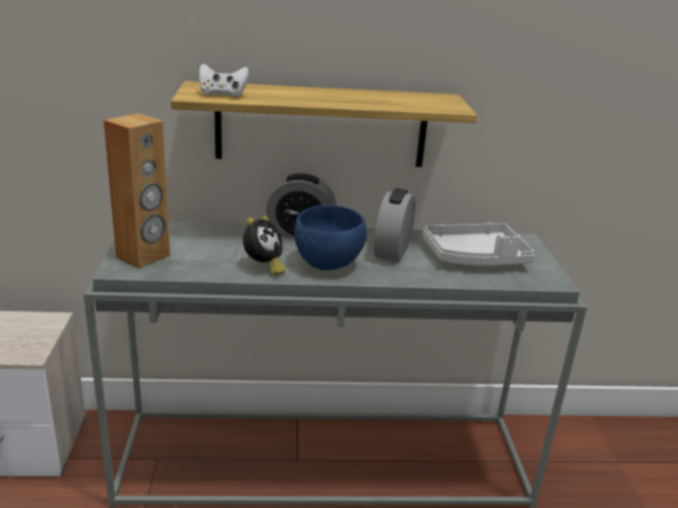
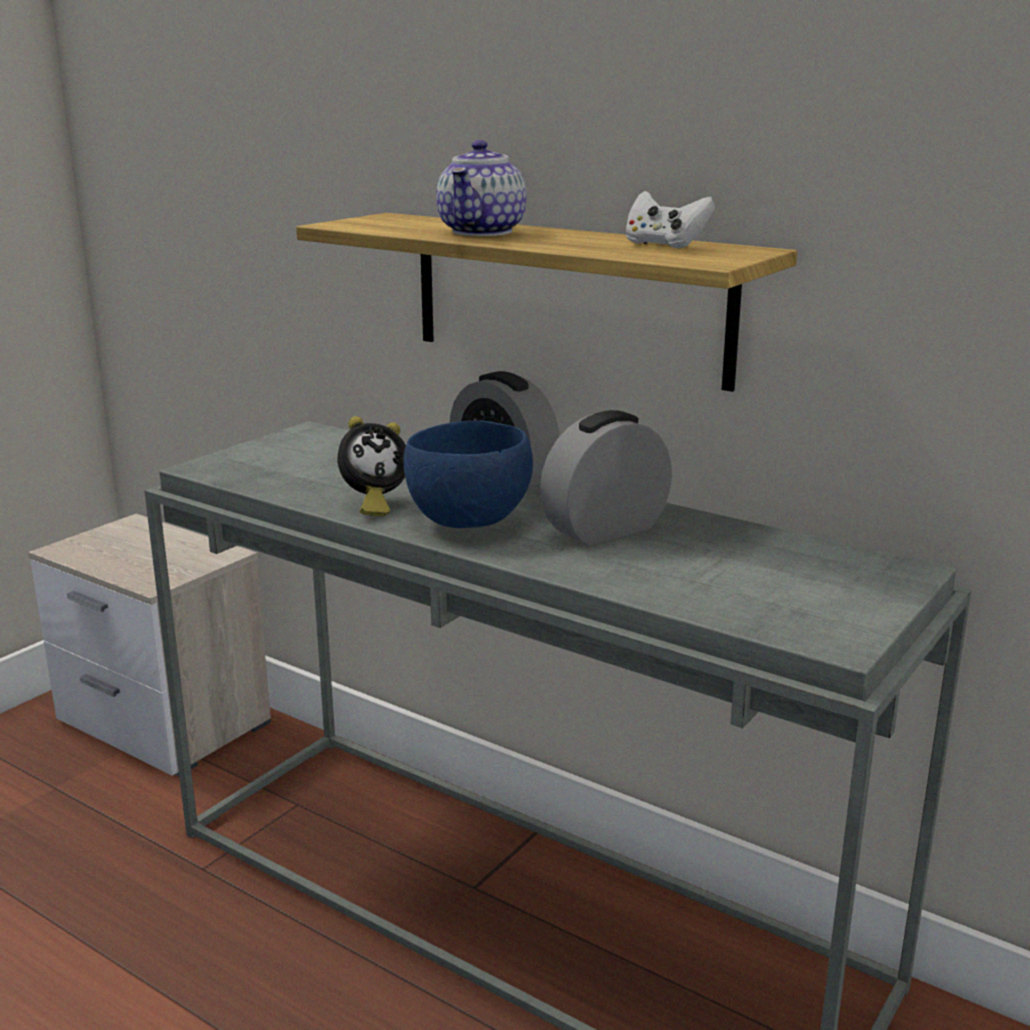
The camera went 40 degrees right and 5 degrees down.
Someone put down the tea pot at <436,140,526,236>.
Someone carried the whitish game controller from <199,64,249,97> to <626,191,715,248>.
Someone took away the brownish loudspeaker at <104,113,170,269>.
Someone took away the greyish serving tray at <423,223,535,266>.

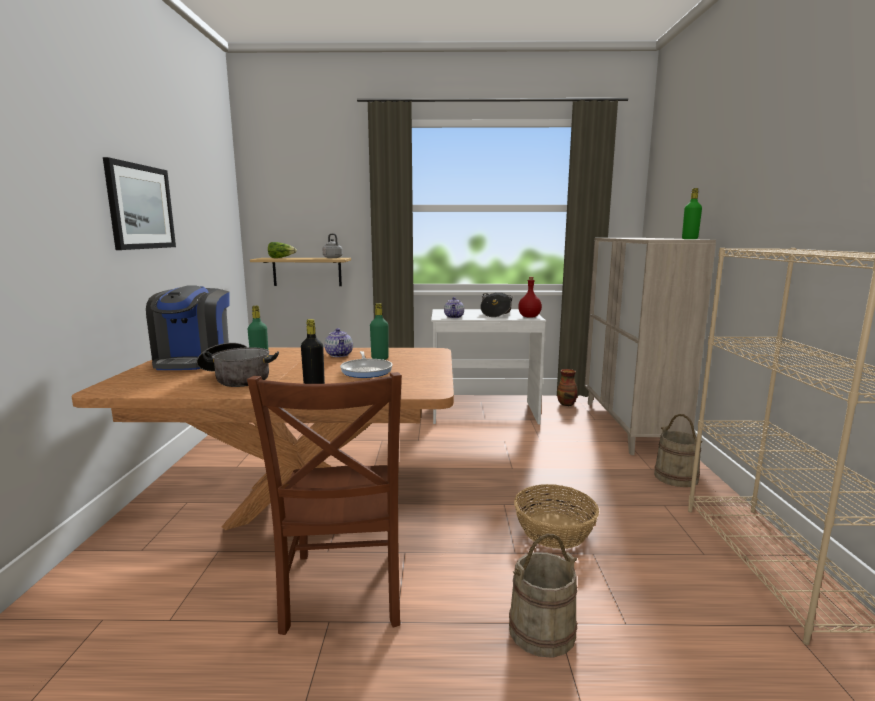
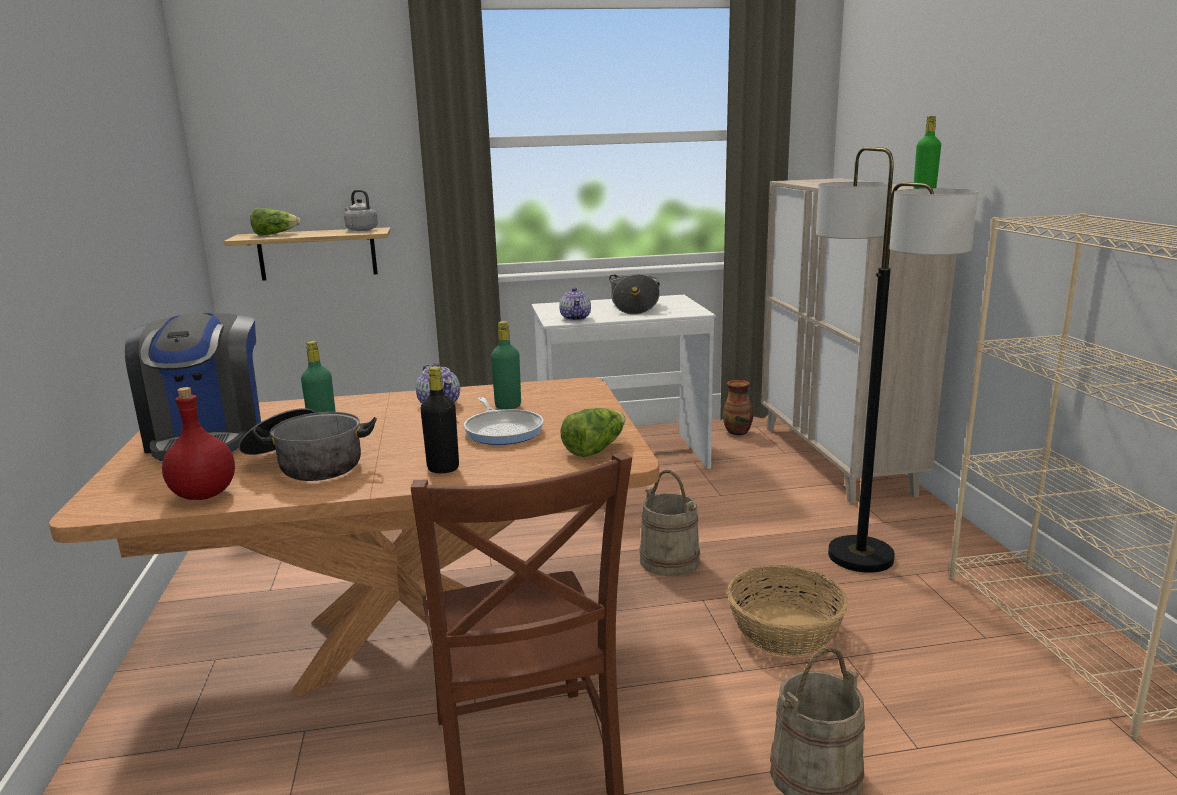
The camera went 10 degrees left and 5 degrees up.
Someone carried the reddish drink bottle from <518,277,542,318> to <162,387,235,500>.
Someone put down the lettuce head at <560,408,625,457>.
Someone carried the beige-coloured bucket from <654,414,702,487> to <639,470,700,576>.
Someone put down the standing lamp at <816,147,978,573>.
Someone took away the wall art at <103,157,176,250>.

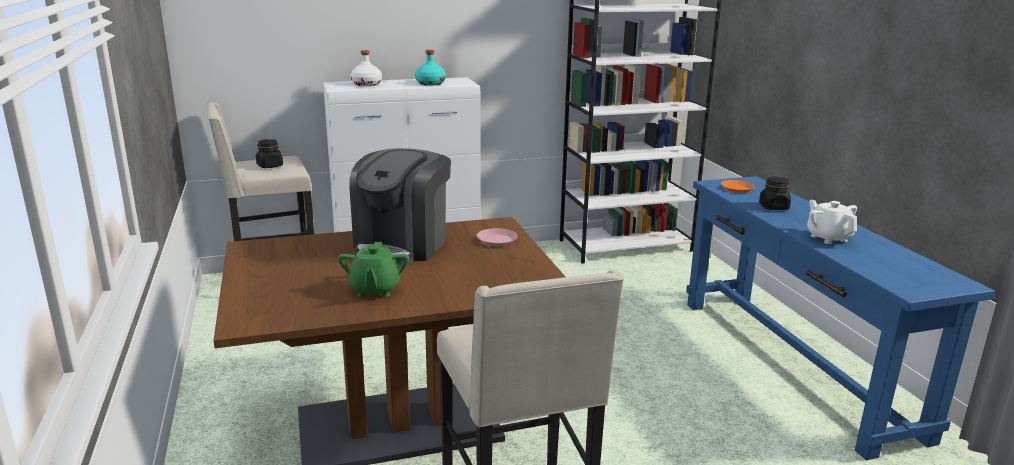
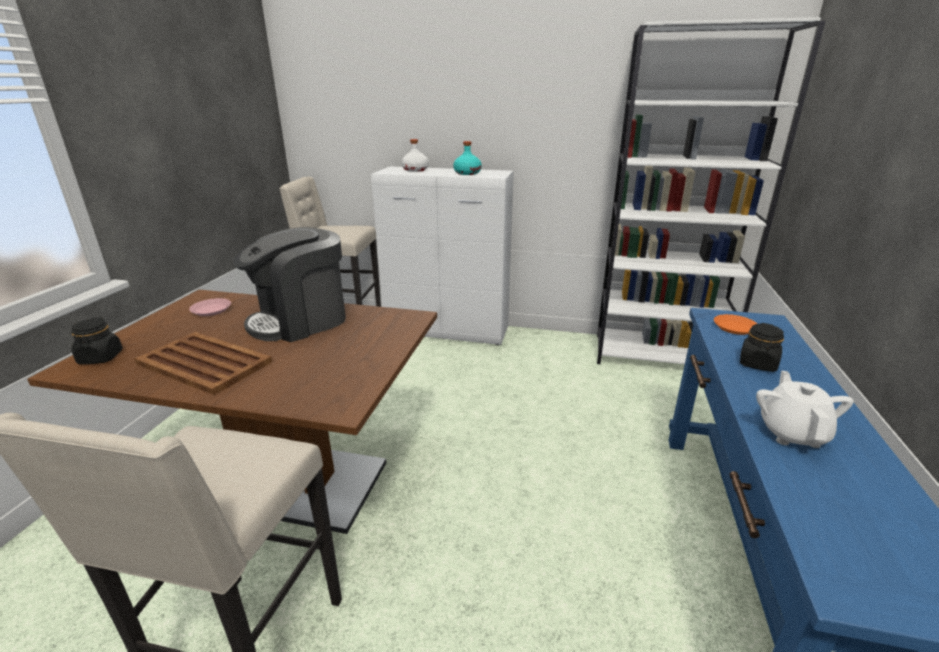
The camera went 30 degrees right and 5 degrees up.
Someone carried the black jar from <256,139,283,168> to <72,317,123,364>.
Someone swapped the greenish tea pot at <338,242,409,297> for the brownish serving tray at <134,332,272,395>.
Someone carried the pinkish plate from <477,228,517,246> to <189,298,231,316>.

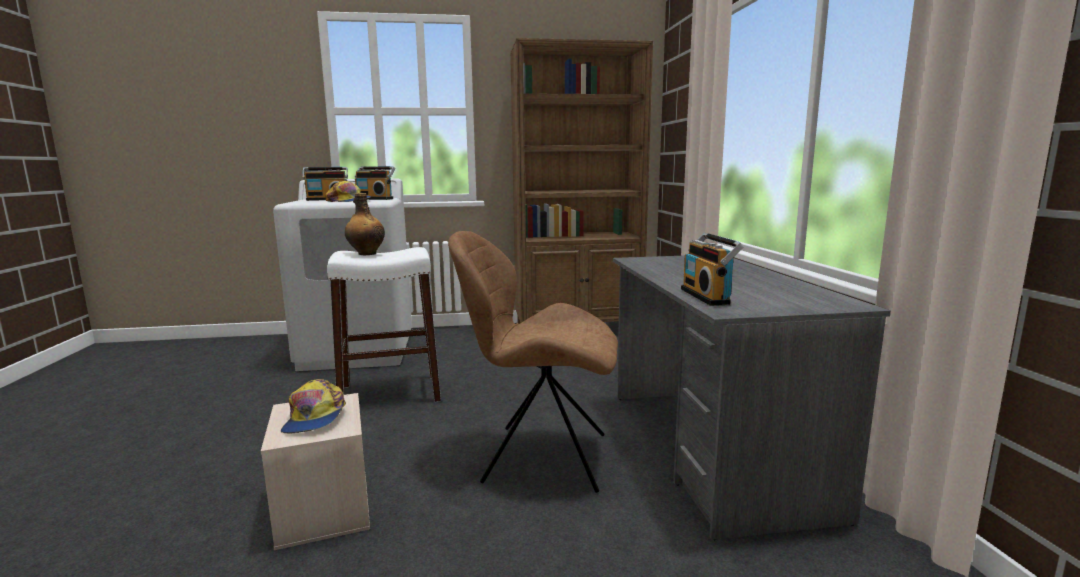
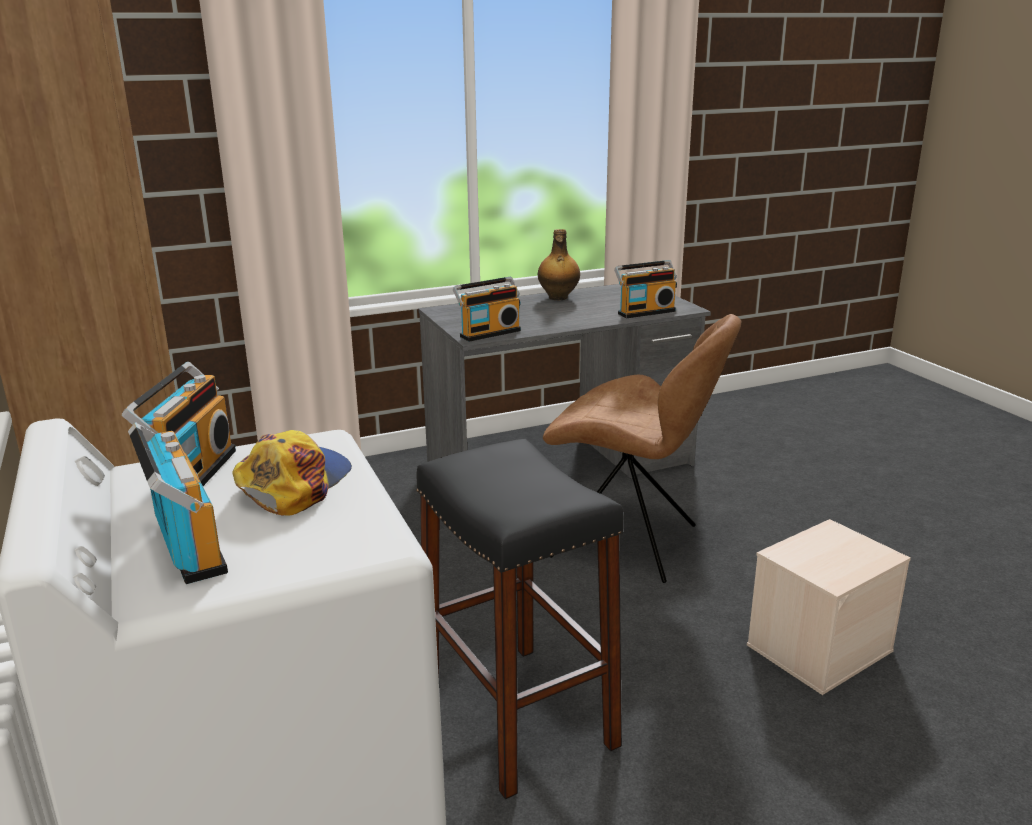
The camera went 105 degrees left and 10 degrees up.
Someone repainted the whitish stool at <327,247,441,402>, which became the black stool at <416,439,624,799>.
Someone put down the radio at <453,277,521,342>.
Someone carried the drink bottle from <345,193,385,255> to <538,229,580,300>.
Someone rotated the brownish chair at <448,231,618,493> by 60 degrees counterclockwise.
Someone took away the peaked cap at <281,379,346,434>.

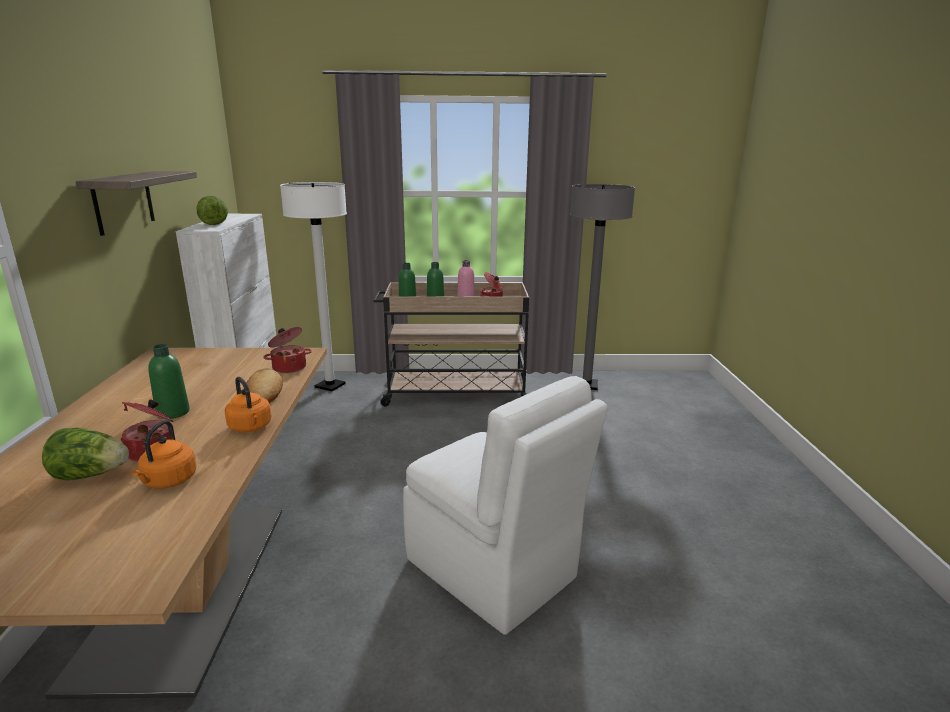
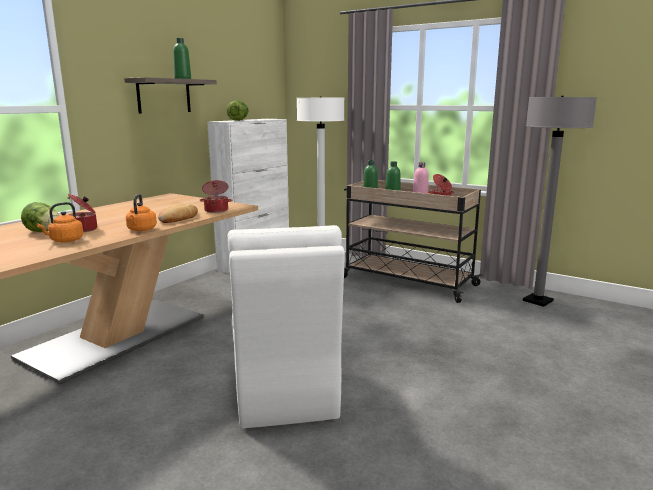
The camera went 35 degrees right and 5 degrees down.
Someone carried the greenish drink bottle from <148,344,190,419> to <173,38,191,79>.

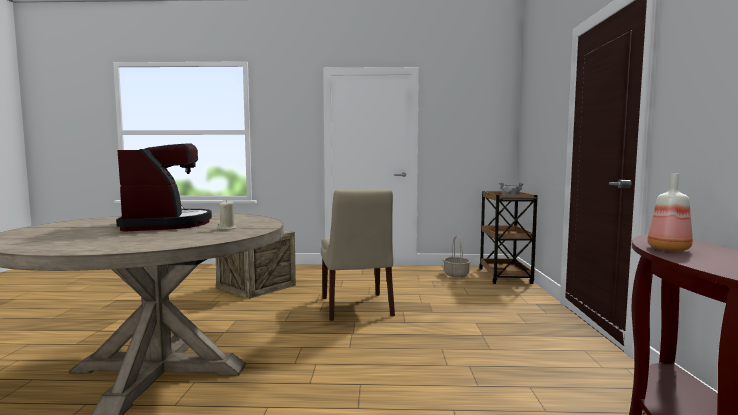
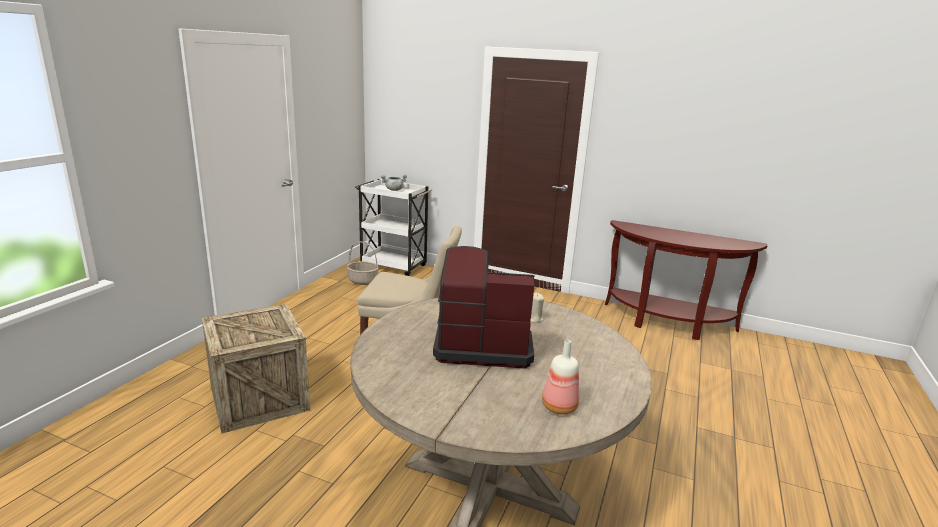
The camera went 70 degrees left and 15 degrees up.
Someone repainted the brownish wheeled cart at <479,191,538,284>, which became the whitish wheeled cart at <355,179,432,276>.
Someone carried the drink bottle from <647,174,693,251> to <542,340,579,414>.

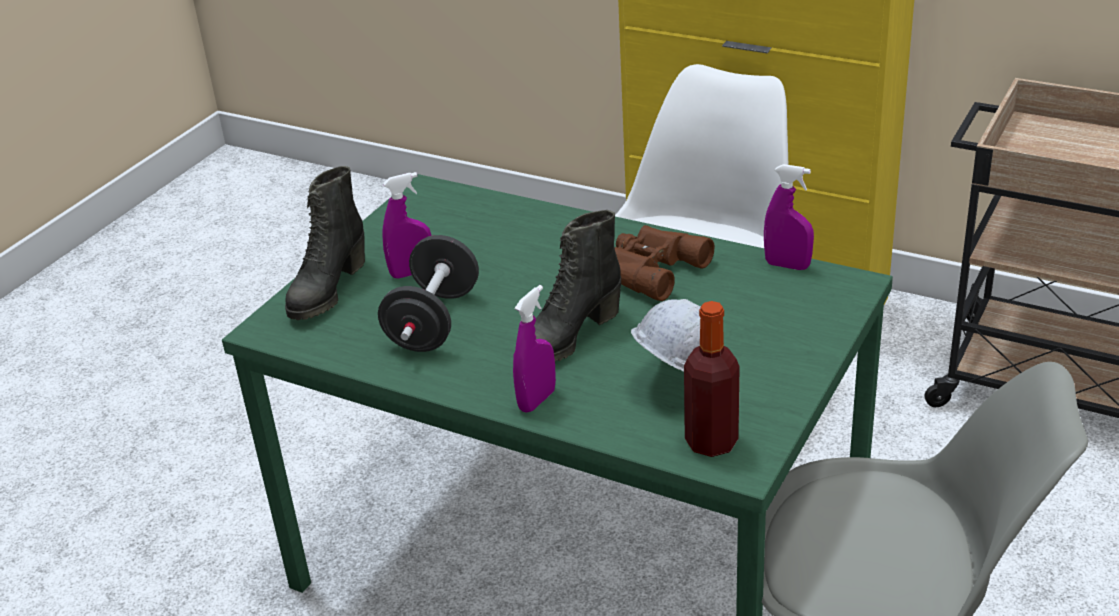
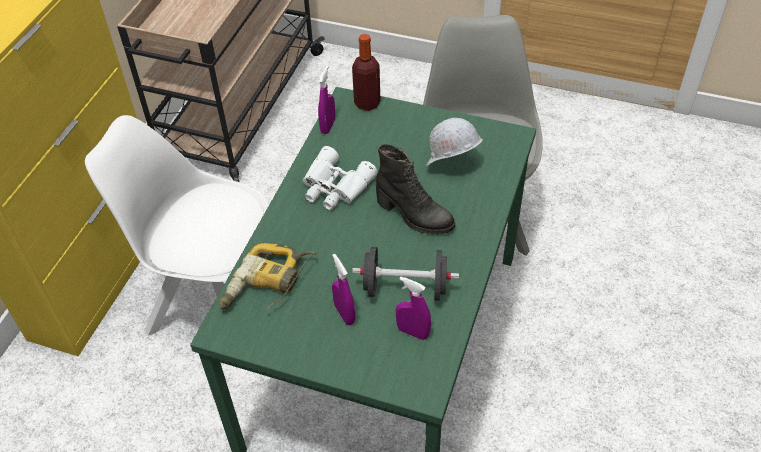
The camera went 100 degrees left and 15 degrees up.
Someone put down the electric drill at <218,243,316,311>.
Someone repainted the brownish pair of binoculars at <614,225,715,301>, which became the whitish pair of binoculars at <303,146,378,210>.
Someone carried the drink bottle from <684,301,740,457> to <352,34,381,111>.
Someone carried the purple sprayer from <513,285,556,413> to <396,277,431,340>.
Someone took away the black tall boot at <285,166,365,320>.

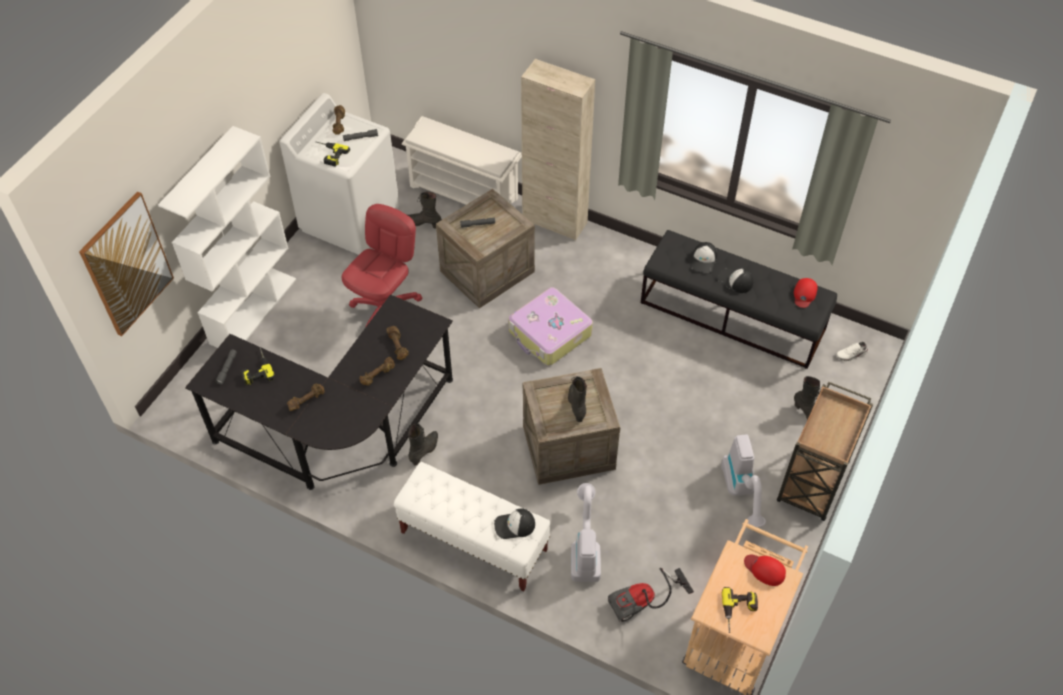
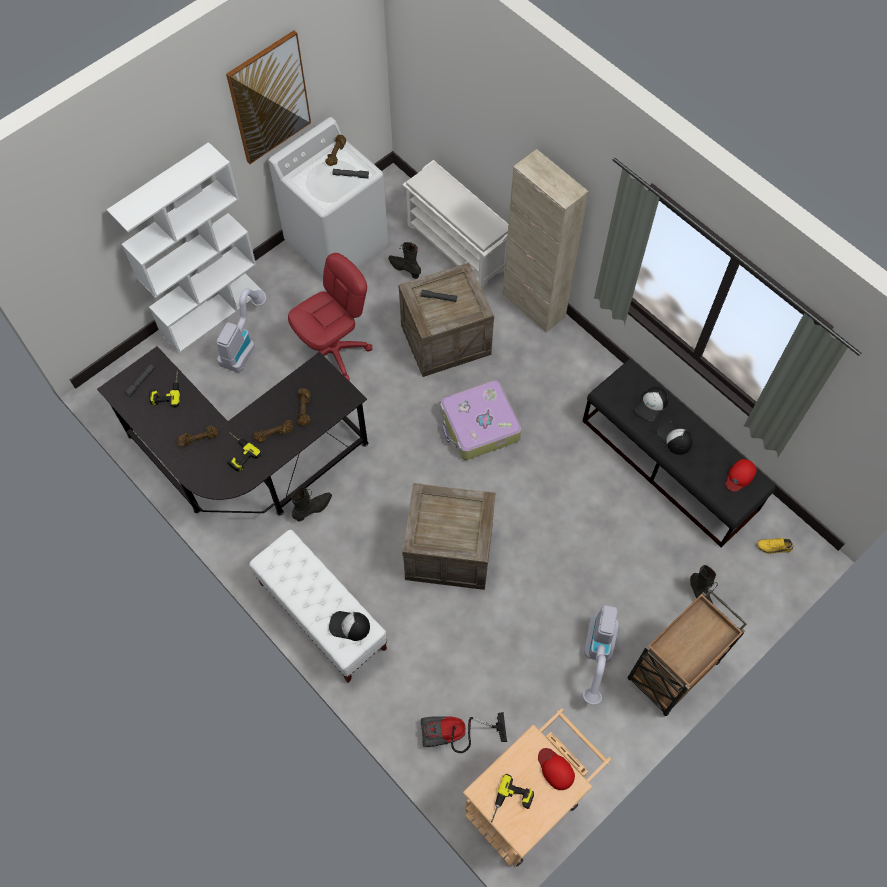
The camera went 20 degrees right and 10 degrees up.
Someone carried the vacuum cleaner from <571,483,601,582> to <216,288,266,372>.
Someone carried the wall art from <79,191,174,336> to <226,30,311,164>.
Someone carried the electric drill from <315,141,350,166> to <227,432,262,472>.
Someone repainted the whitish item of footwear at <836,342,868,362>, which became the yellow-coloured item of footwear at <757,538,794,554>.
Someone took away the black tall boot at <568,376,587,422>.

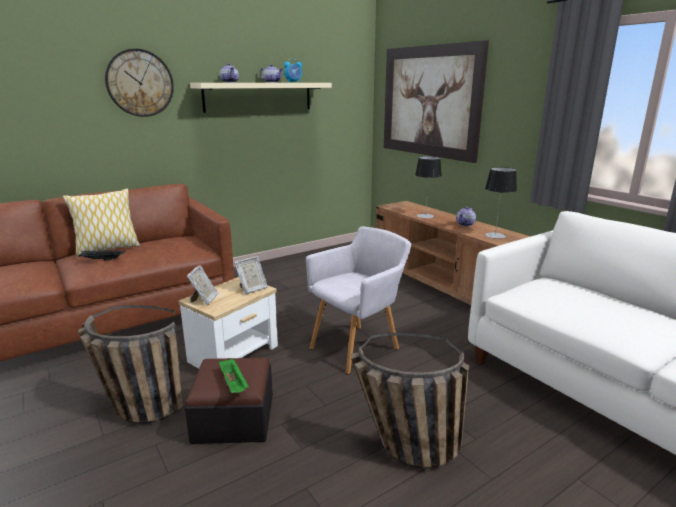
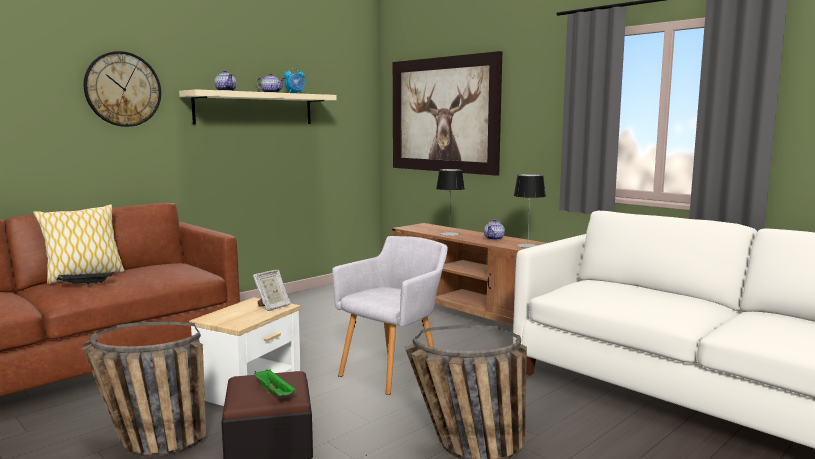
The camera went 10 degrees left and 10 degrees down.
Someone took away the photo frame at <187,265,218,305>.

